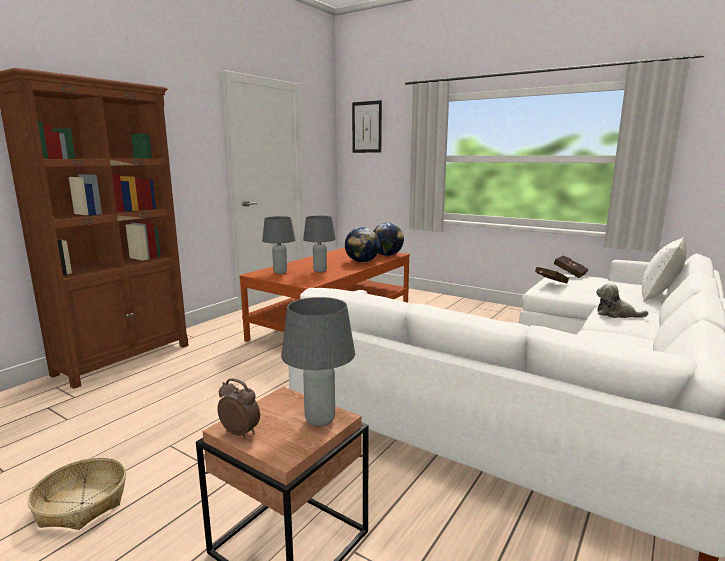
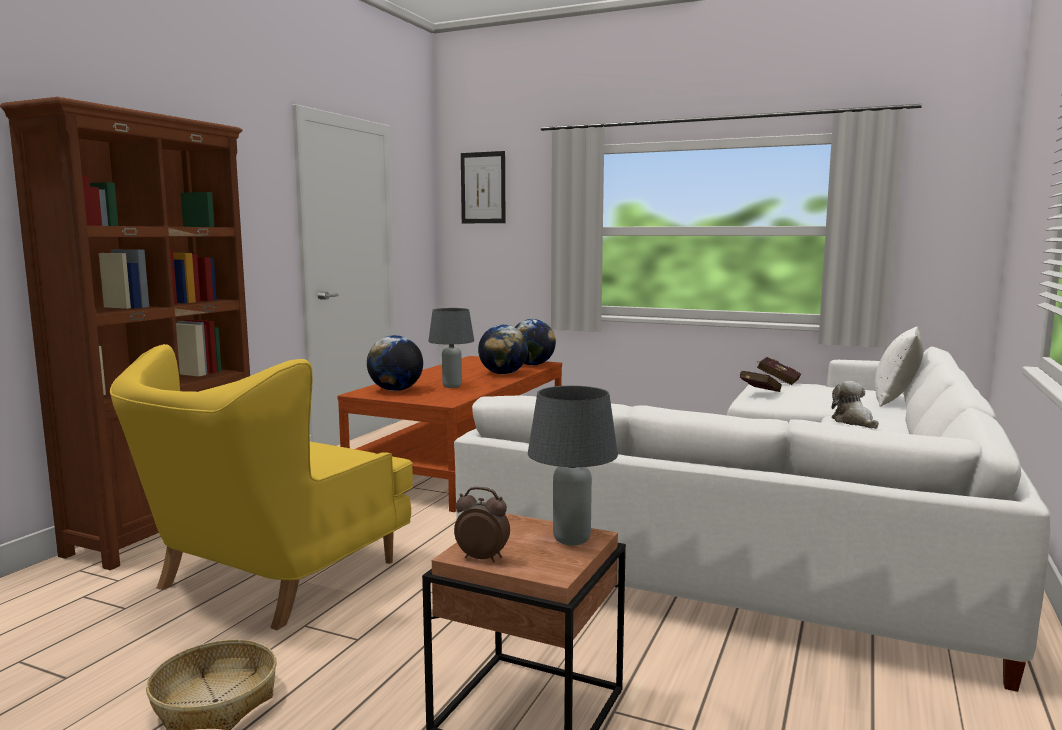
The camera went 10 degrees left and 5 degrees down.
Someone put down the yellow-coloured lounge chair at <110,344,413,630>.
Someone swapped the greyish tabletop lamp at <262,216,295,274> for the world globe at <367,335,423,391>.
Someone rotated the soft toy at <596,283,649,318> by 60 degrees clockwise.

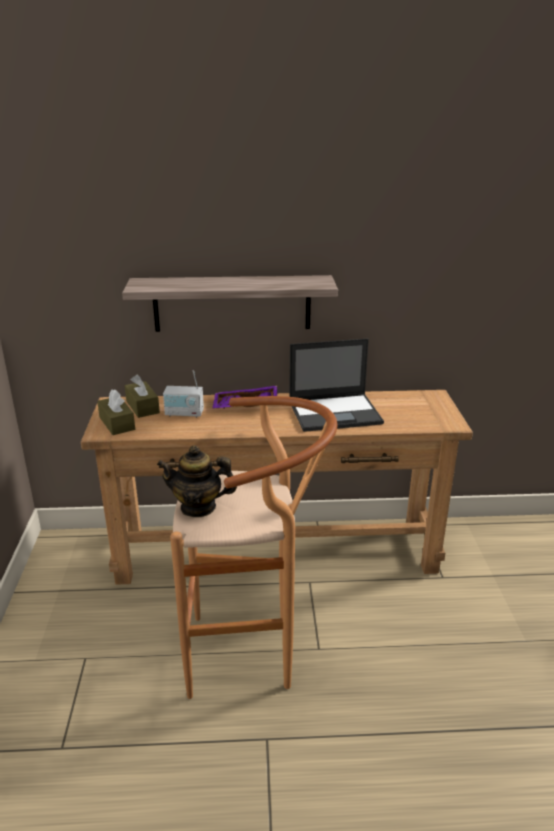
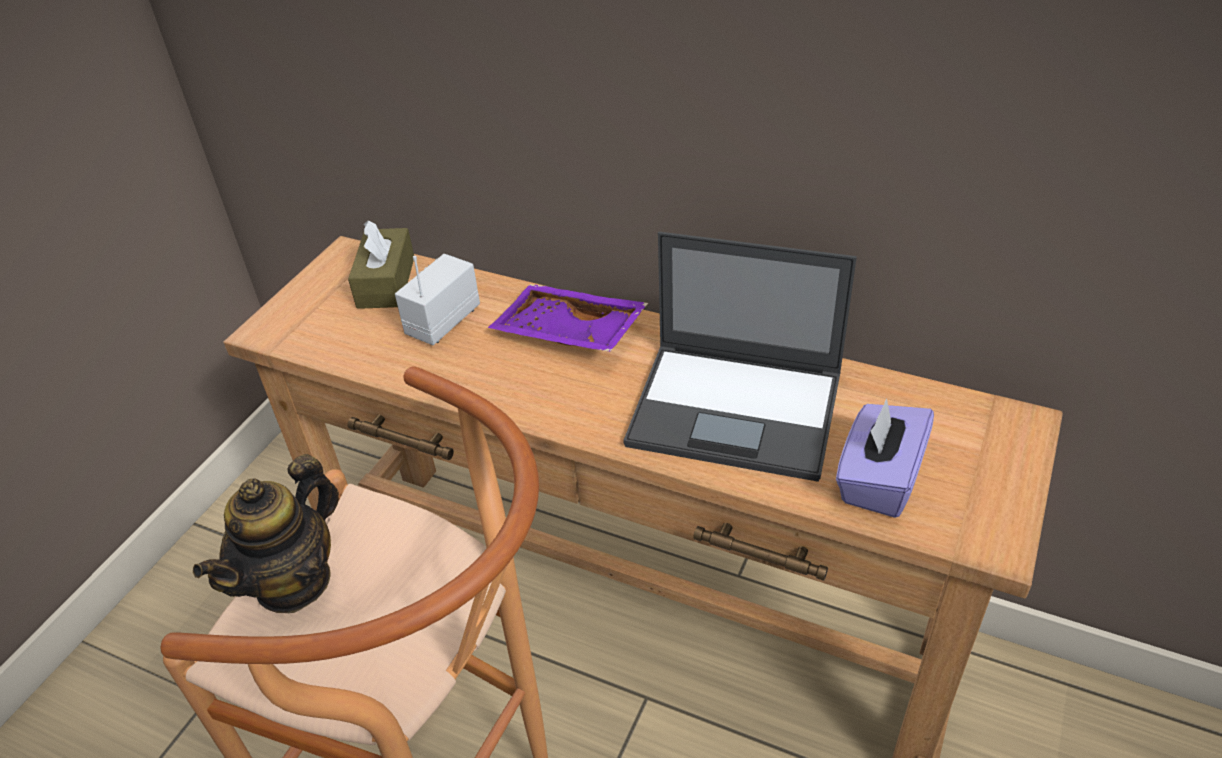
The camera went 30 degrees right and 15 degrees up.
Someone rotated the tea pot at <157,445,237,517> by 90 degrees counterclockwise.
Someone rotated the radio at <163,370,204,418> by 90 degrees clockwise.
Someone put down the purple box of tissues at <836,398,934,518>.
Someone took away the brownish box of tissues at <97,389,135,435>.
Someone took away the bracket shelf at <122,275,338,332>.

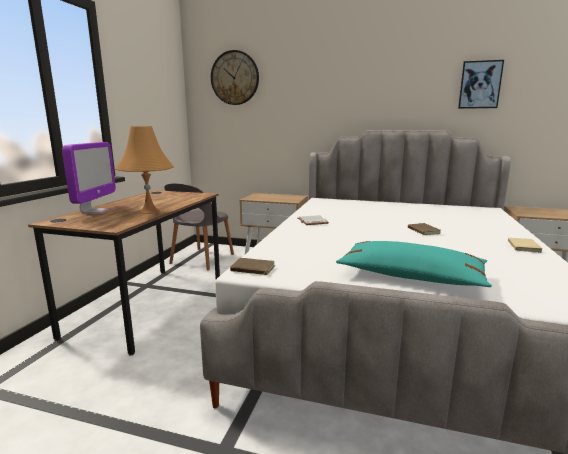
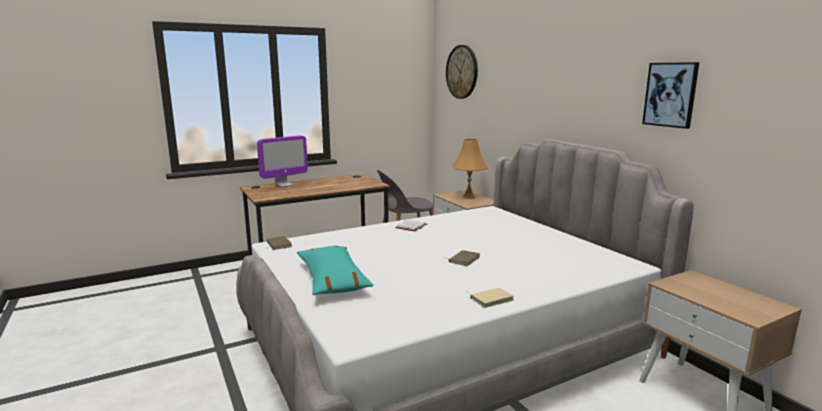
The camera went 45 degrees right and 0 degrees up.
Someone carried the orange-coloured tabletop lamp from <115,126,174,214> to <452,139,488,198>.

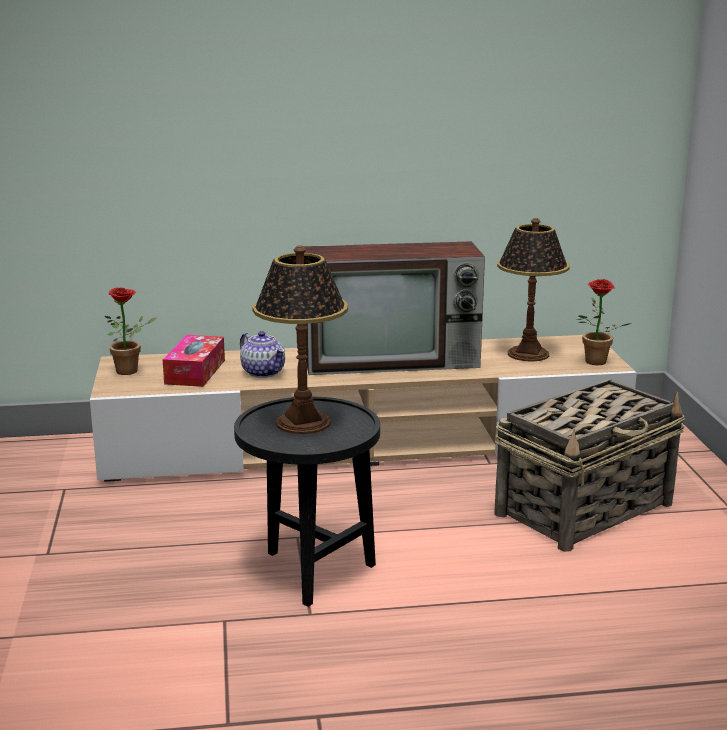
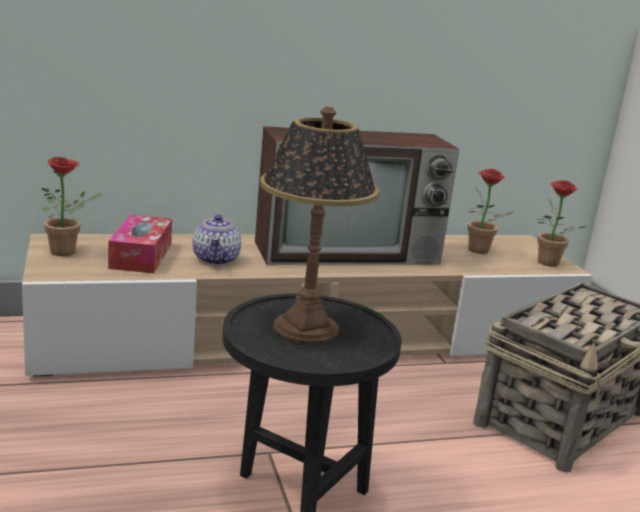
The camera went 10 degrees left and 0 degrees up.
Someone rotated the tea pot at <240,331,285,378> by 45 degrees clockwise.
Someone swapped the tabletop lamp at <497,218,570,362> for the potted plant at <468,169,513,254>.

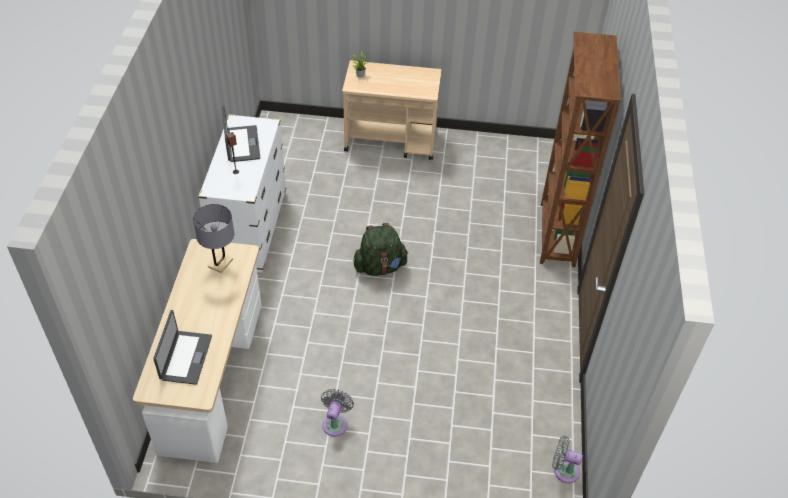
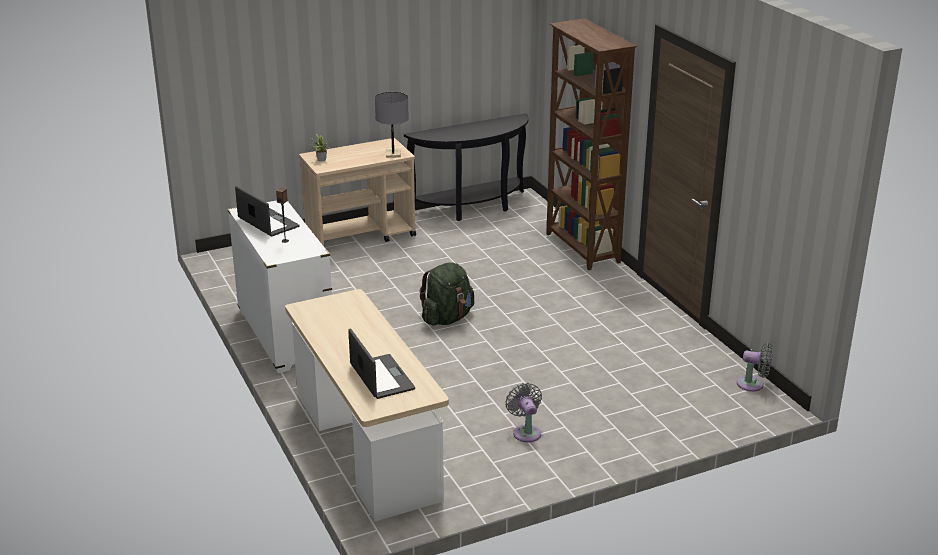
The camera went 30 degrees left and 20 degrees down.
Someone carried the greyish tabletop lamp from <193,204,234,273> to <375,92,409,158>.
Someone put down the black console table at <404,113,529,221>.
Someone rotated the greyish fan at <552,436,583,483> by 150 degrees counterclockwise.

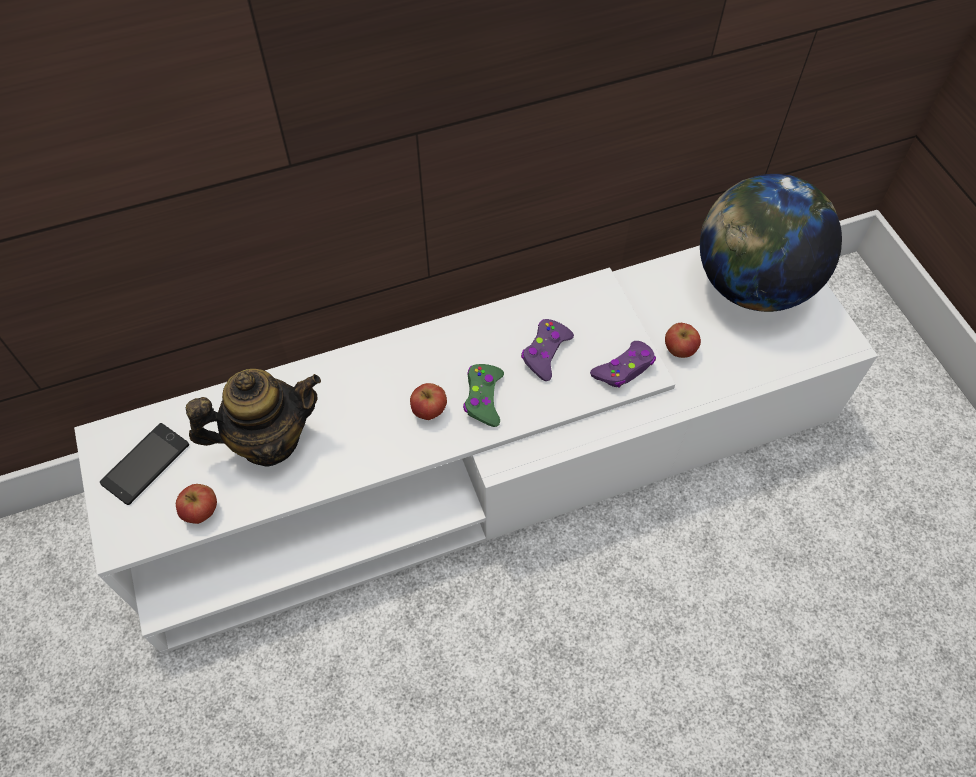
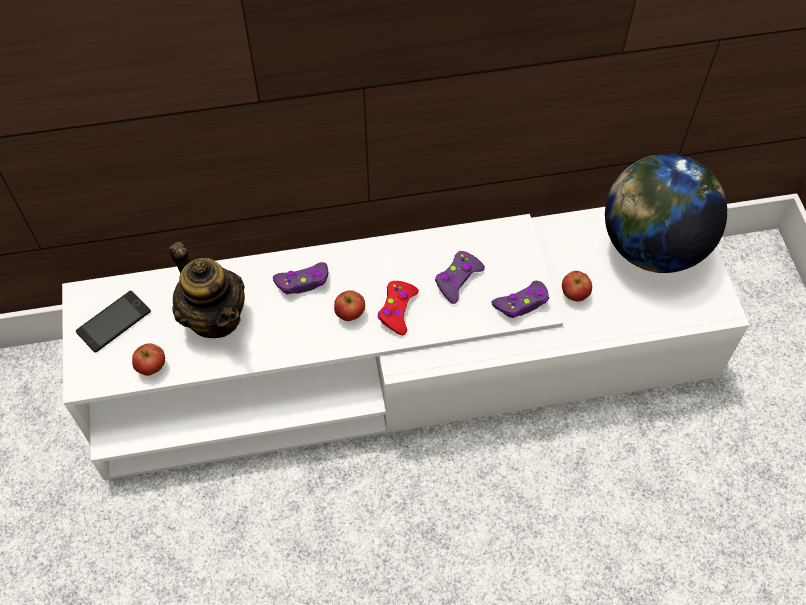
The camera went 10 degrees right and 0 degrees up.
Someone rotated the tea pot at <186,369,321,466> by 60 degrees clockwise.
Someone put down the purple game controller at <273,262,328,295>.
Someone repainted the greenish game controller at <463,364,504,427>, which became the reddish game controller at <378,281,419,335>.

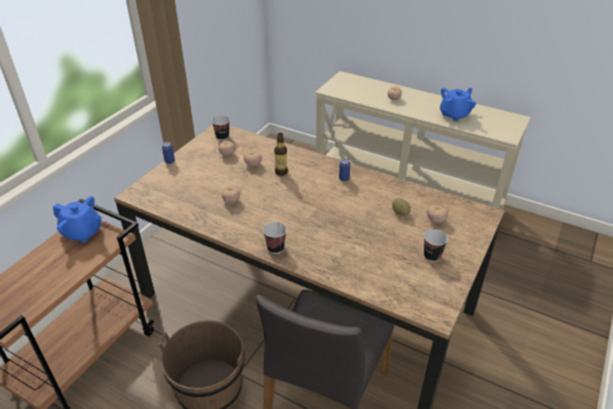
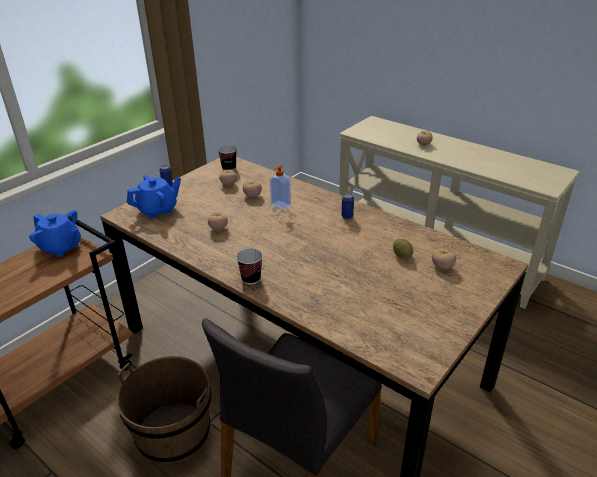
The camera went 10 degrees right and 5 degrees down.
Someone carried the bluish tea pot from <440,88,476,121> to <127,175,181,219>.
Someone swapped the drink bottle at <274,133,288,176> for the liquid soap bottle at <270,165,291,210>.
Someone took away the small cup at <424,229,448,262>.

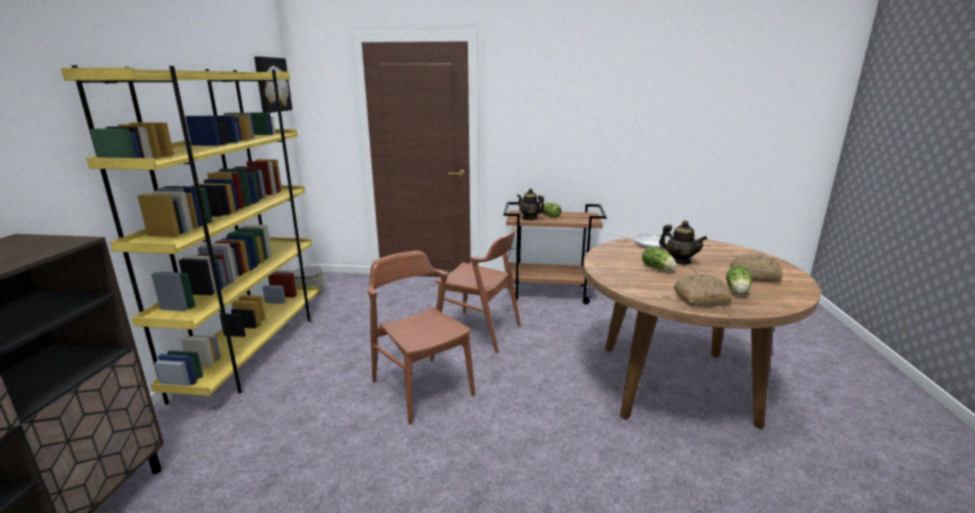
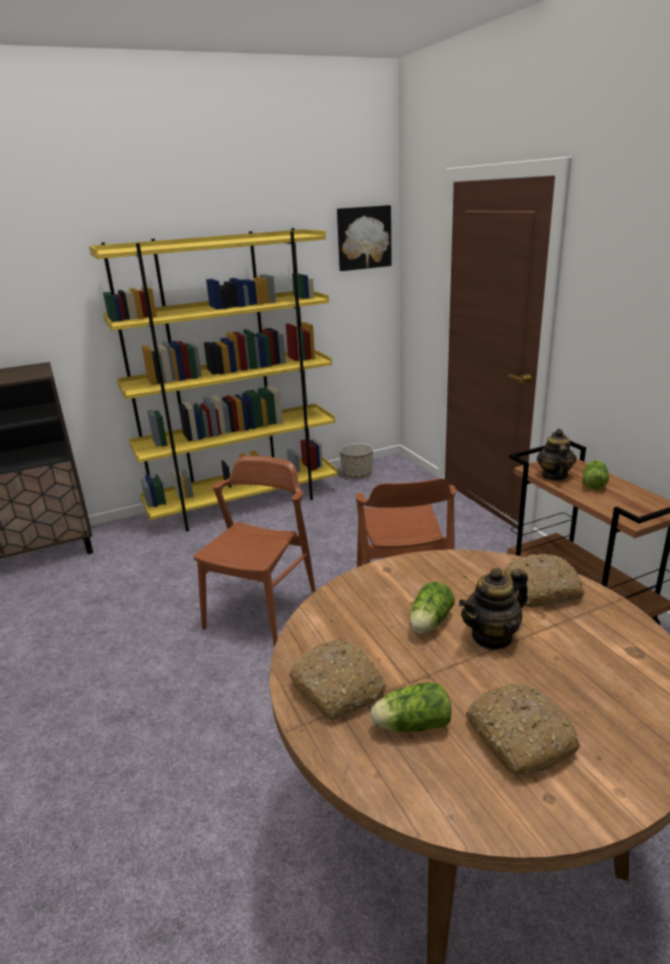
The camera went 60 degrees right and 5 degrees up.
Someone rotated the tea pot at <659,221,707,265> by 45 degrees clockwise.
Someone swapped the pan at <605,231,671,250> for the baked bread at <504,554,585,608>.

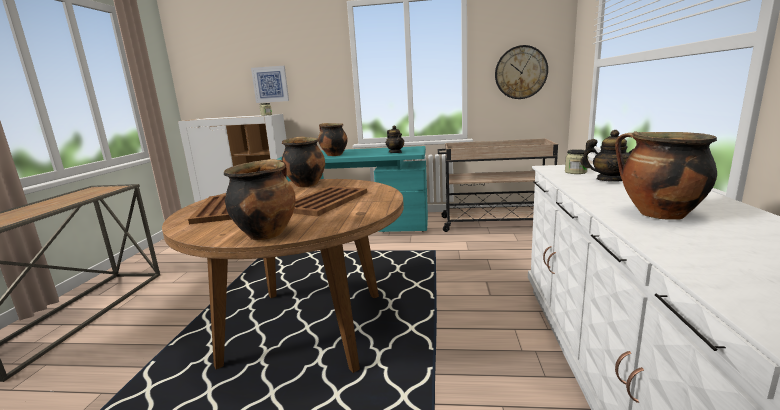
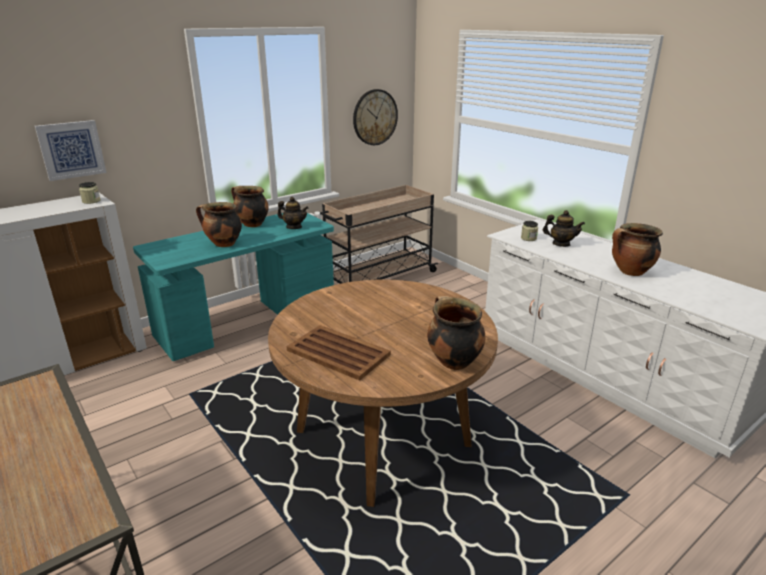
The camera went 45 degrees left and 10 degrees up.
Someone carried the stockpot from <281,136,325,188> to <231,186,269,227>.
Someone rotated the tea pot at <580,130,633,182> by 45 degrees clockwise.
Someone took away the brownish serving tray at <293,186,367,216>.

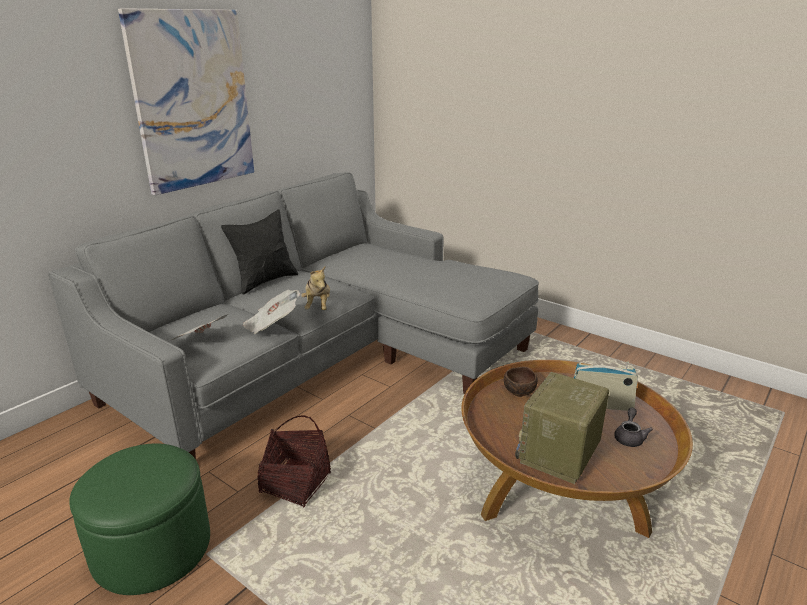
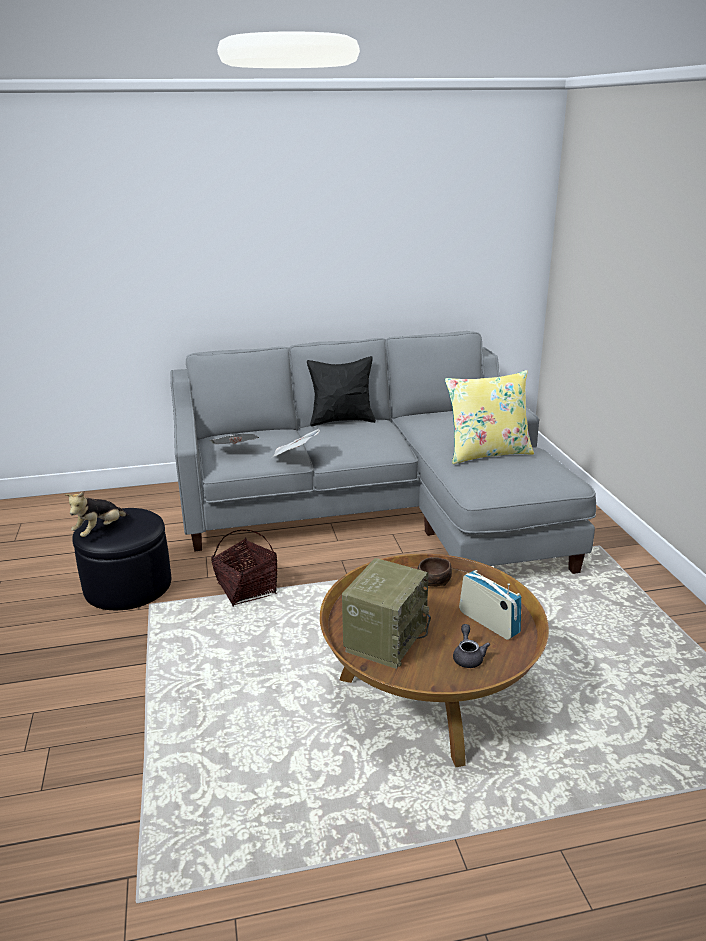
The camera went 40 degrees right and 0 degrees up.
Someone carried the soft toy from <301,267,330,310> to <65,492,128,537>.
Someone repainted the greenish footrest at <69,443,210,595>, which became the black footrest at <72,508,171,610>.
Someone rotated the radio at <515,372,609,484> by 135 degrees clockwise.
Someone put down the yellow-coloured pillow at <445,370,534,464>.
Someone rotated the greyish tea pot at <614,408,653,447> by 60 degrees counterclockwise.
Someone took away the wall art at <118,8,254,195>.

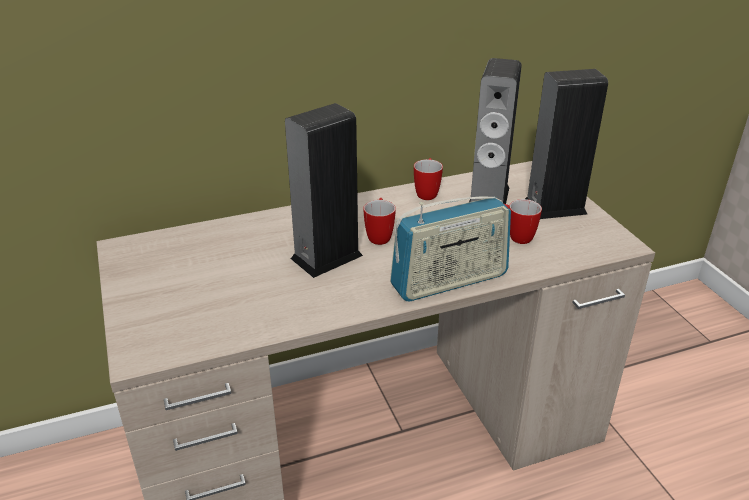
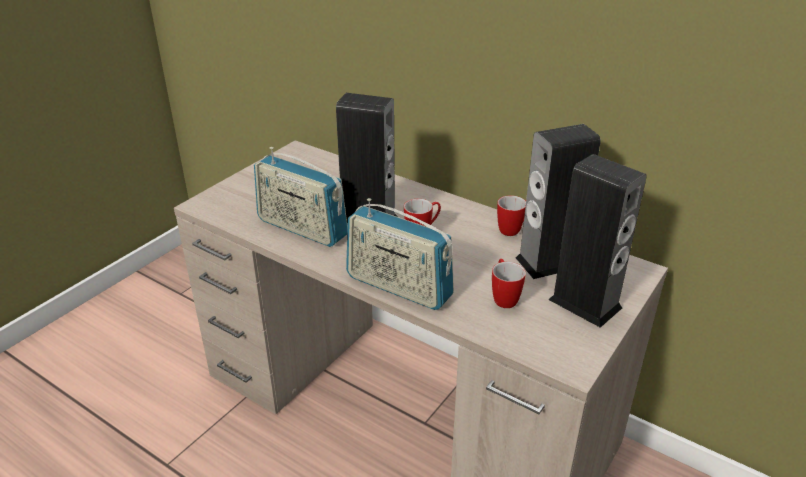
The camera went 55 degrees right and 0 degrees up.
Someone put down the radio at <254,147,348,247>.

